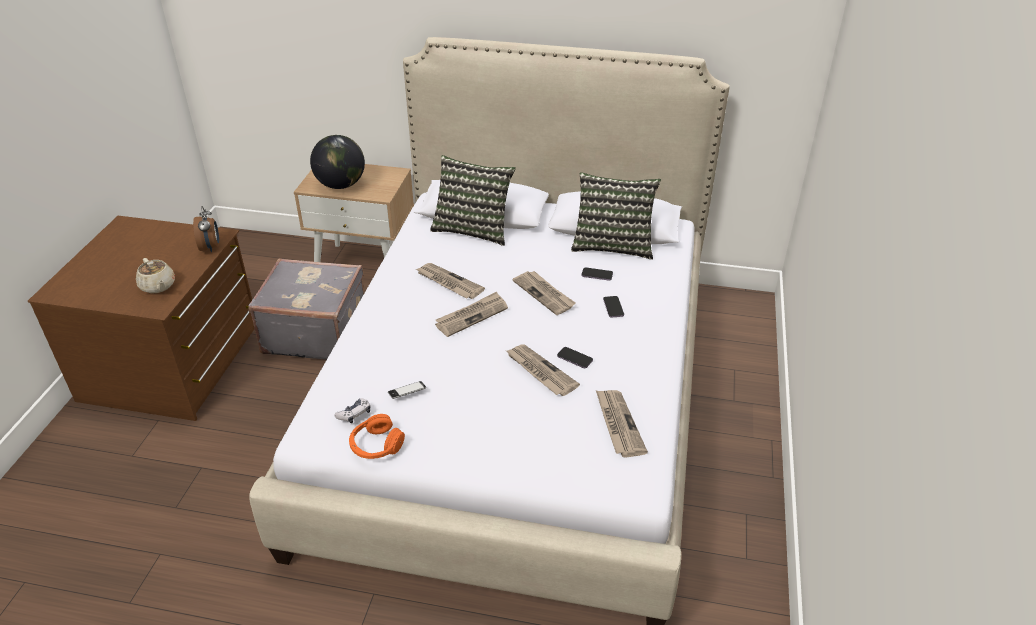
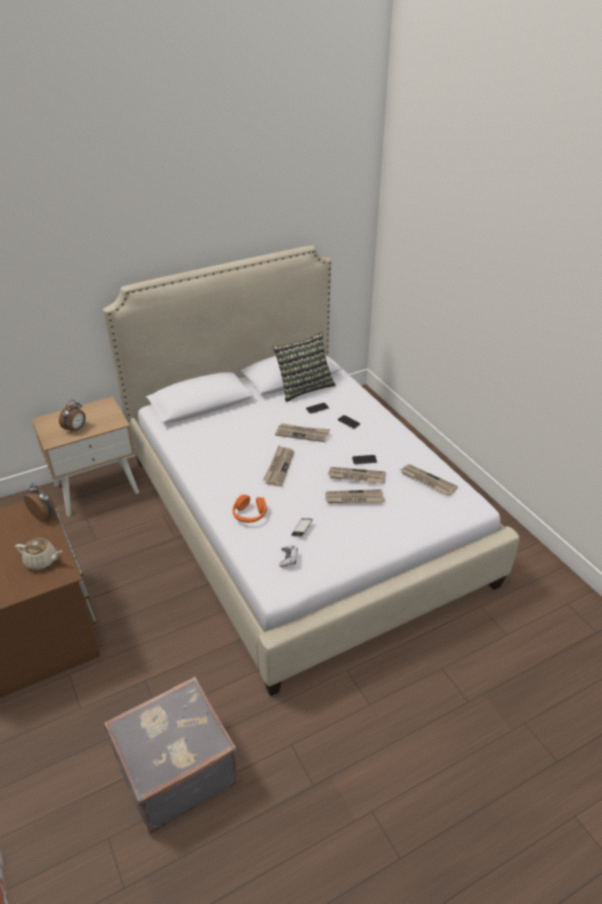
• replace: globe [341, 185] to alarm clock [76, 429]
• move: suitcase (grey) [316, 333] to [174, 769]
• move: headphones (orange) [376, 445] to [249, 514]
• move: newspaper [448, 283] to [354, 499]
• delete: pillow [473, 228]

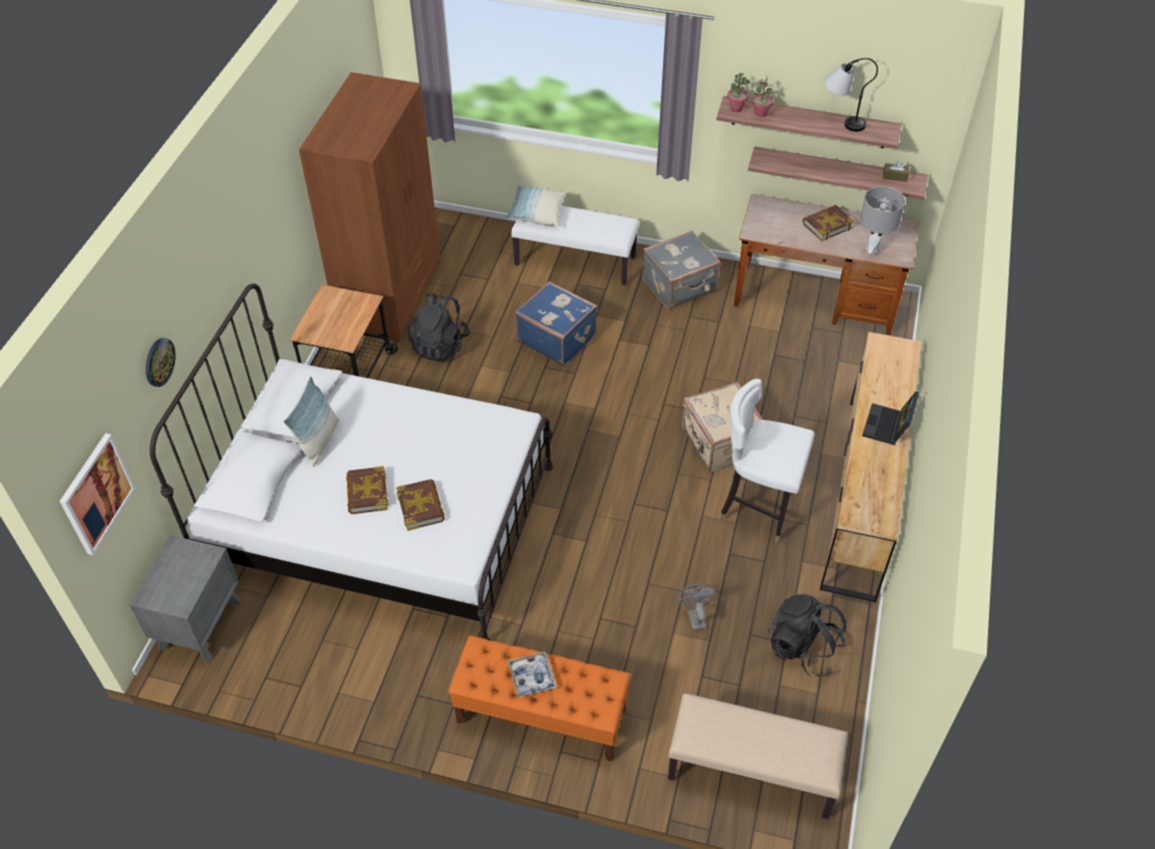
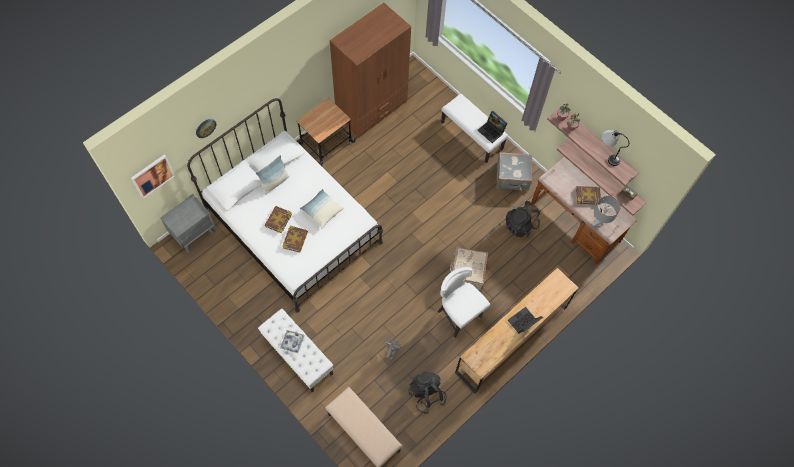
• recolor: bench (orange) [540, 715] to bench (white) [297, 355]
• move: pillow [536, 213] to [322, 211]
• insert: laptop [492, 131]
• move: backpack (black) [440, 345] to [521, 225]
• delete: suitcase (blue) [557, 338]

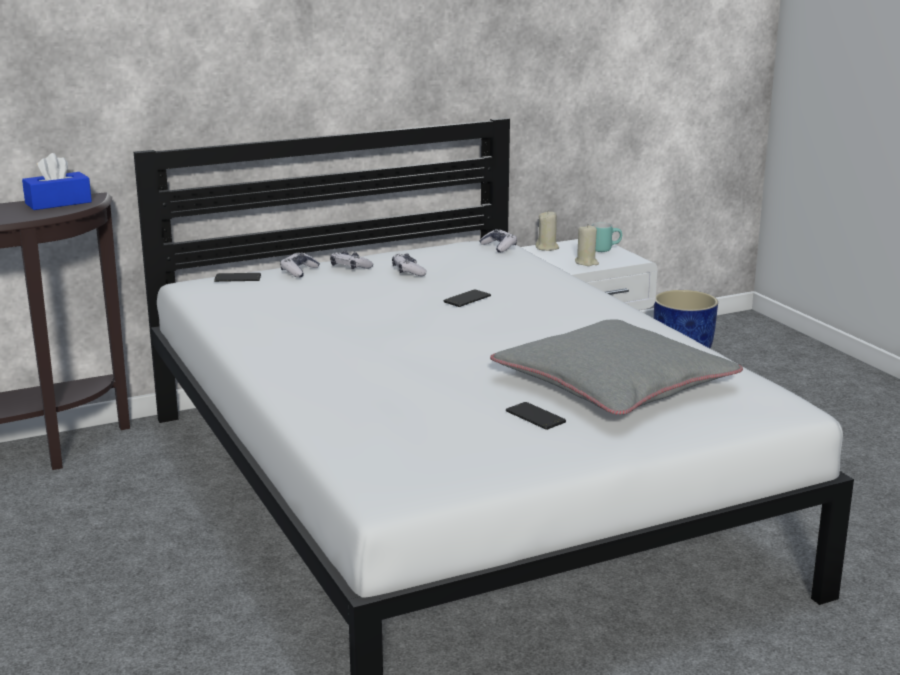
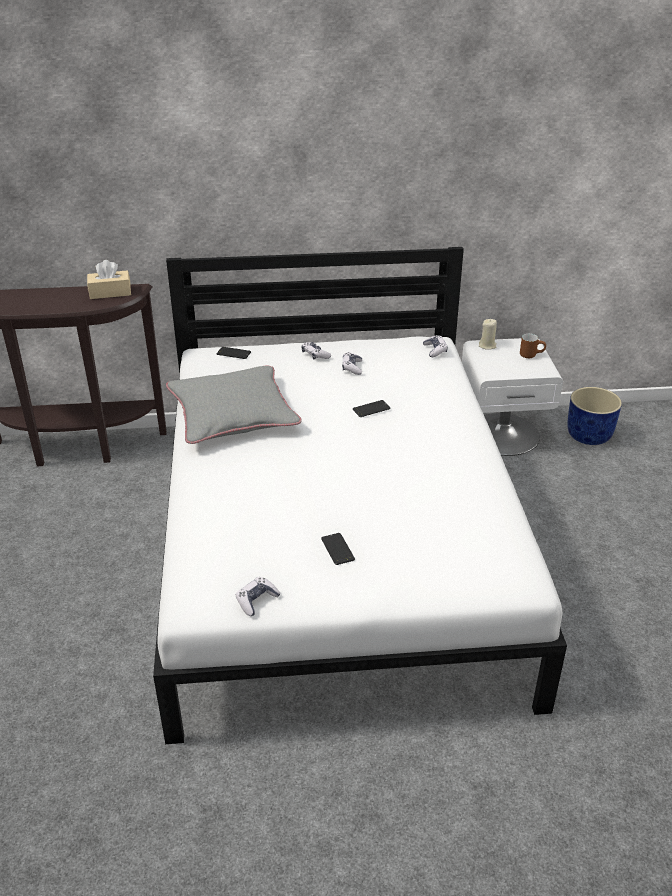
• recolor: tissue box (blue) [58, 203] to tissue box (beige) [110, 292]
• move: pillow (grey) [614, 384] to [232, 414]
• move: game controller [299, 271] to [256, 600]
• recolor: mug (turquoise) [605, 249] to mug (brown) [531, 355]
• delete: candle (beige) [586, 262]

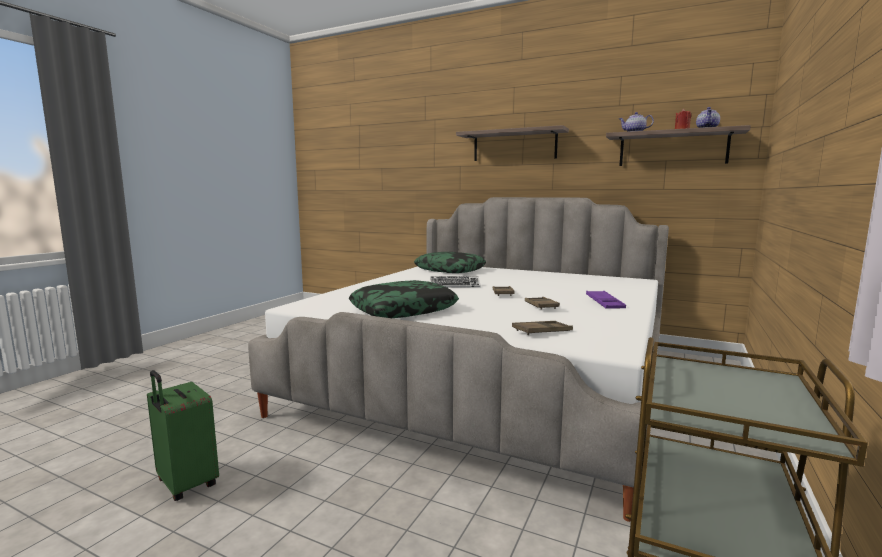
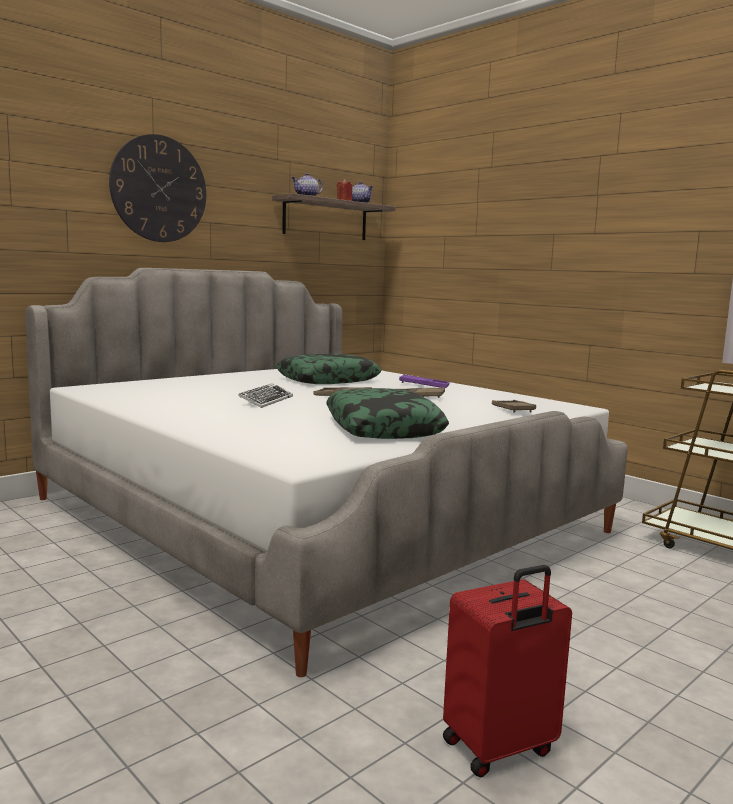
• replace: shelf [514, 145] to wall clock [159, 189]
• move: pillow [450, 270] to [328, 380]
• recolor: suitcase (green) [185, 484] to suitcase (red) [500, 748]

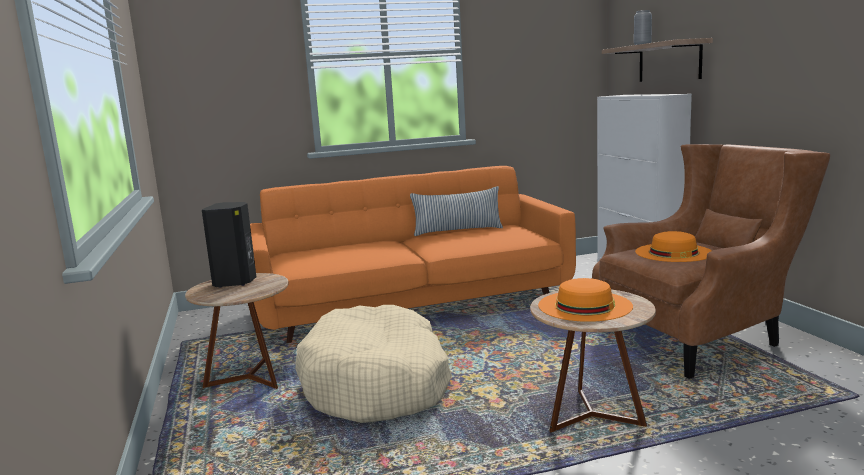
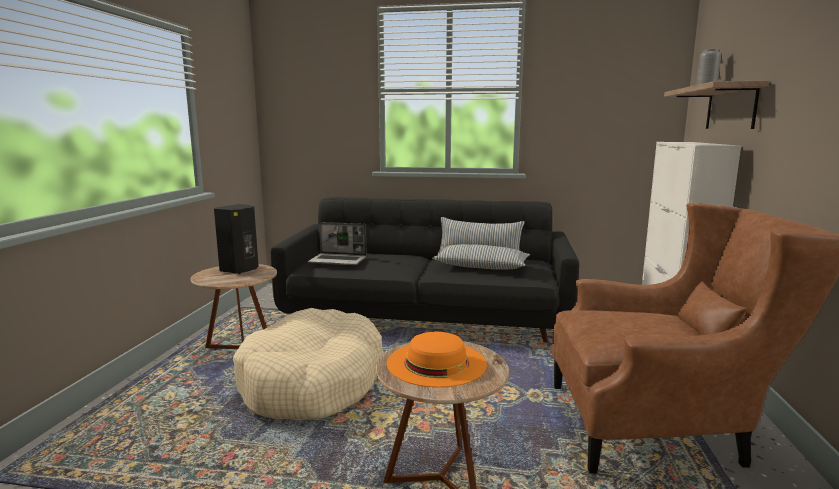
• recolor: sofa (orange) [412, 305] to sofa (black) [426, 316]
• insert: laptop [338, 260]
• insert: pillow [481, 267]
• delete: hat (orange) [673, 252]

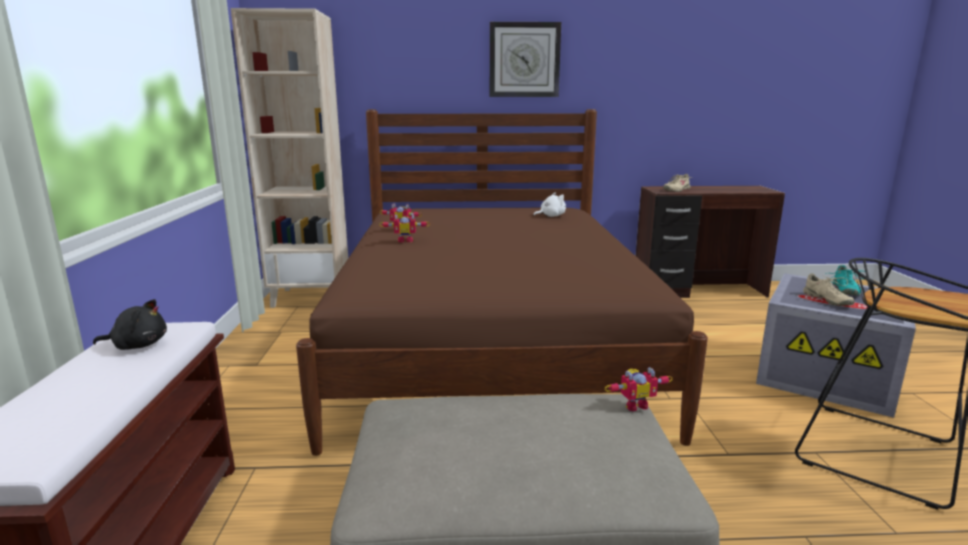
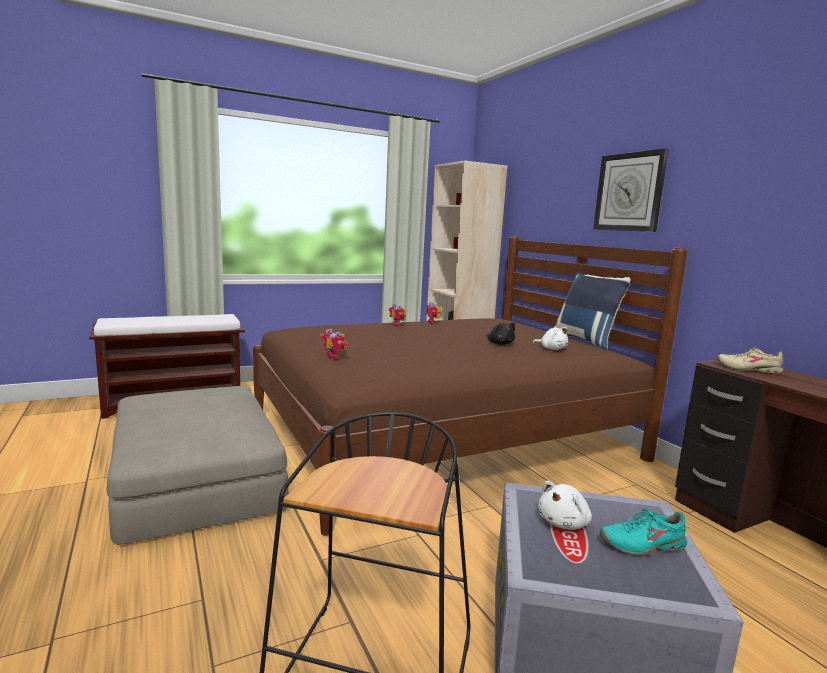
• move: toy robot [634, 405] to [335, 356]
• move: plush toy (black) [138, 345] to [500, 344]
• replace: shoe (beige) [826, 300] to plush toy (white) [564, 523]
• insert: pillow (blue) [586, 340]

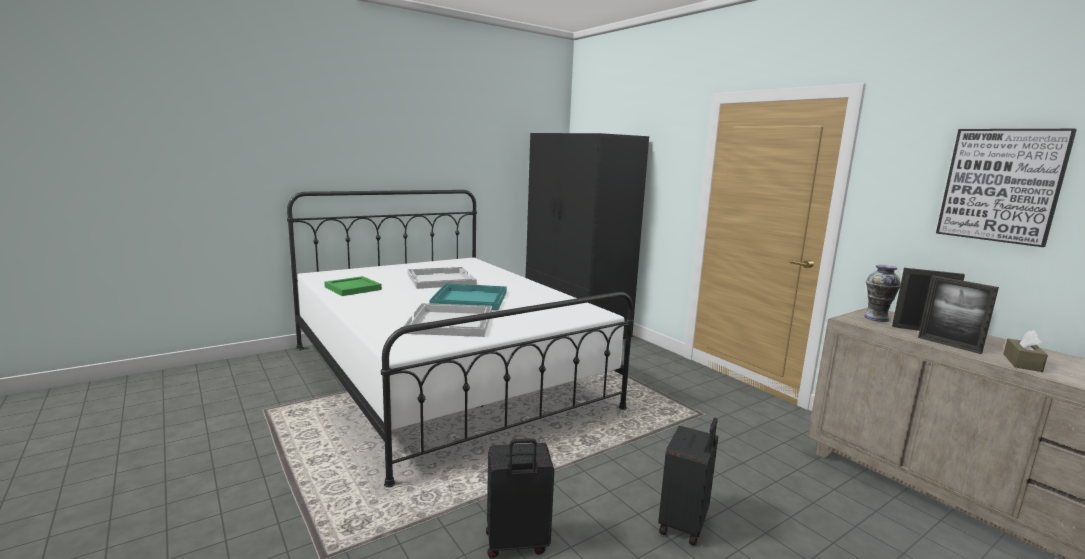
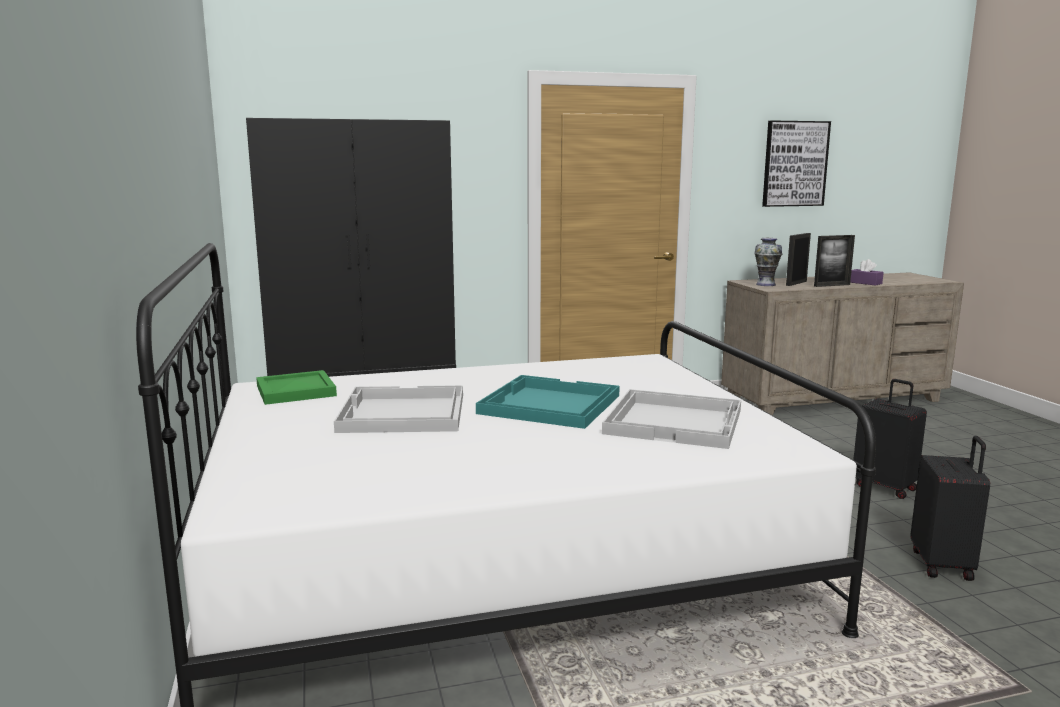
• move: tray (green) [354, 288] to [297, 390]
• recolor: tissue box (brown) [1022, 363] to tissue box (purple) [865, 283]

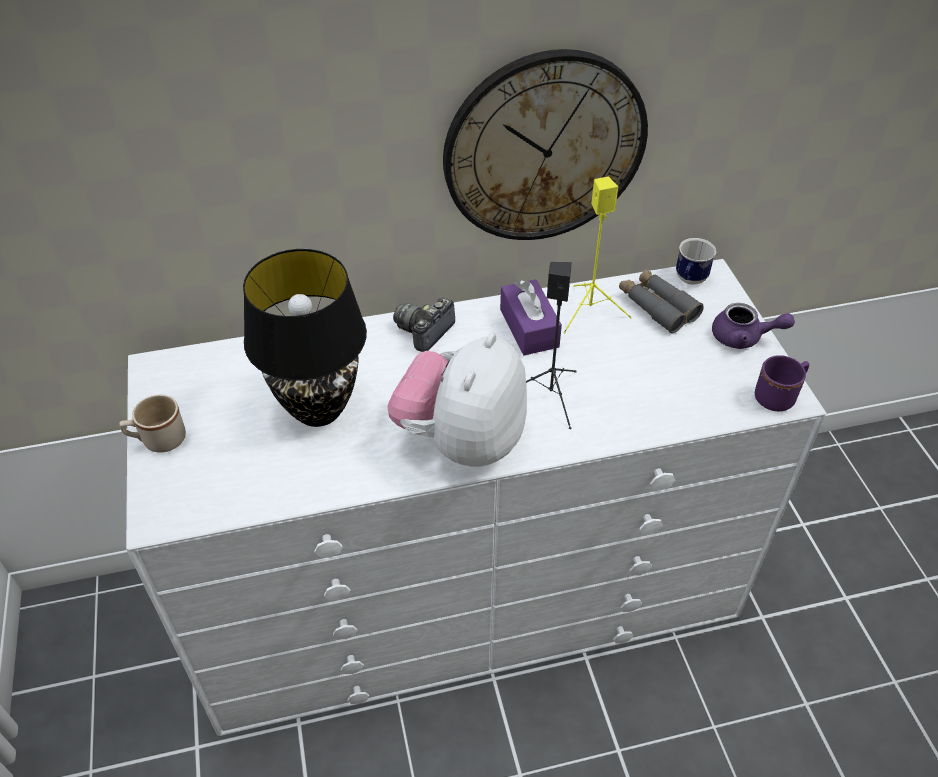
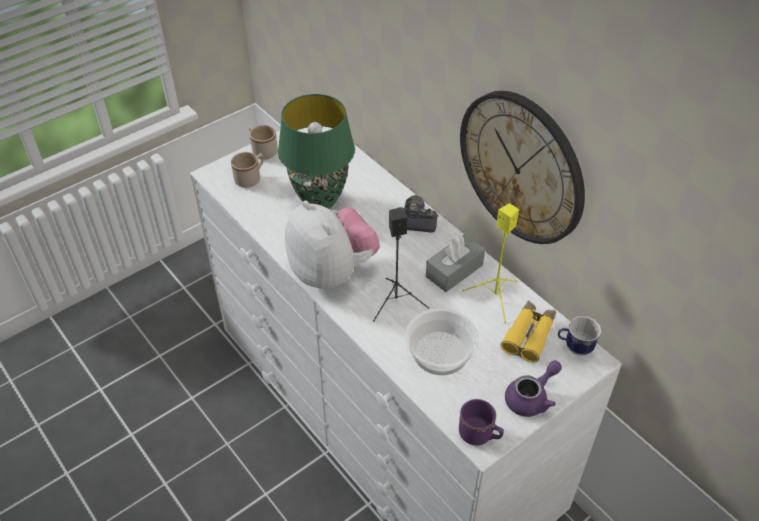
• insert: mug (beige) [250, 178]
• recolor: table lamp (black) [318, 408] to table lamp (green) [320, 200]
• rotate: plush toy [462, 441] = [332, 272] 60 degrees clockwise
• insert: bowl [441, 352]
• recolor: tissue box (purple) [529, 328] to tissue box (grey) [454, 271]
• recolor: binoculars (grey) [657, 306] to binoculars (yellow) [529, 335]
• rotate: teapot (purple) [743, 338] = [531, 398] 120 degrees counterclockwise

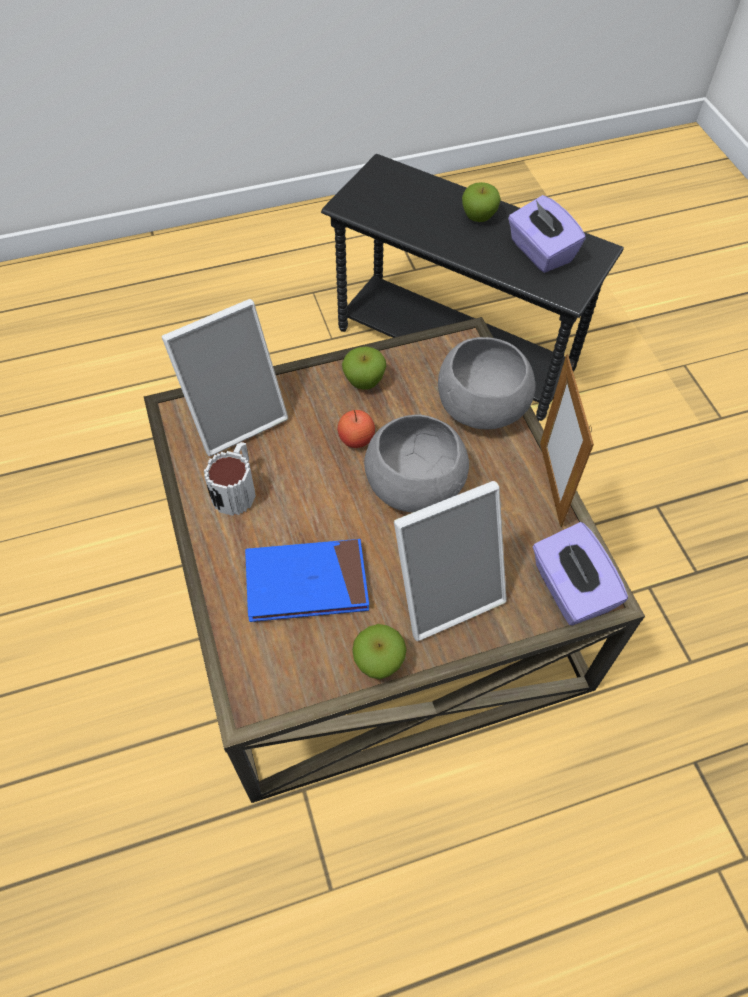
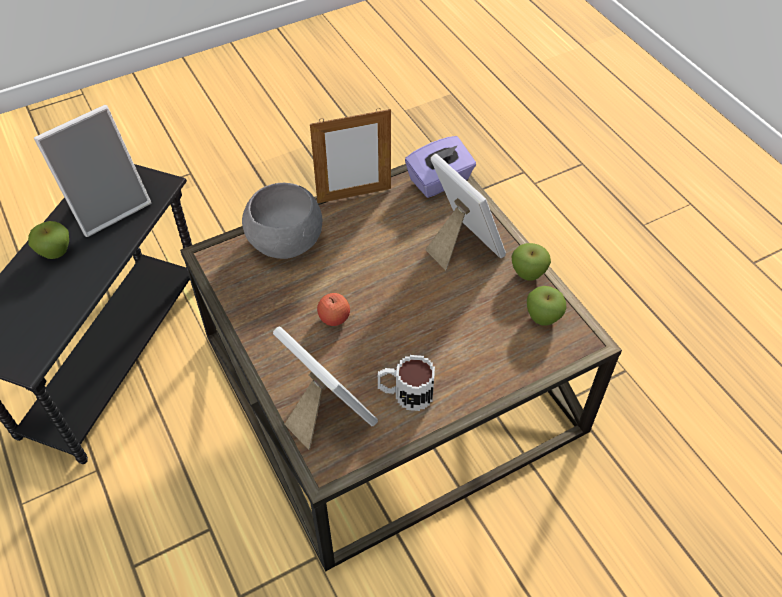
• replace: tissue box (purple) [540, 252] to picture frame [108, 206]
• move: apple [364, 382] to [543, 317]
• delete: book (blue) [306, 583]
• delete: bowl (grey) [415, 483]

